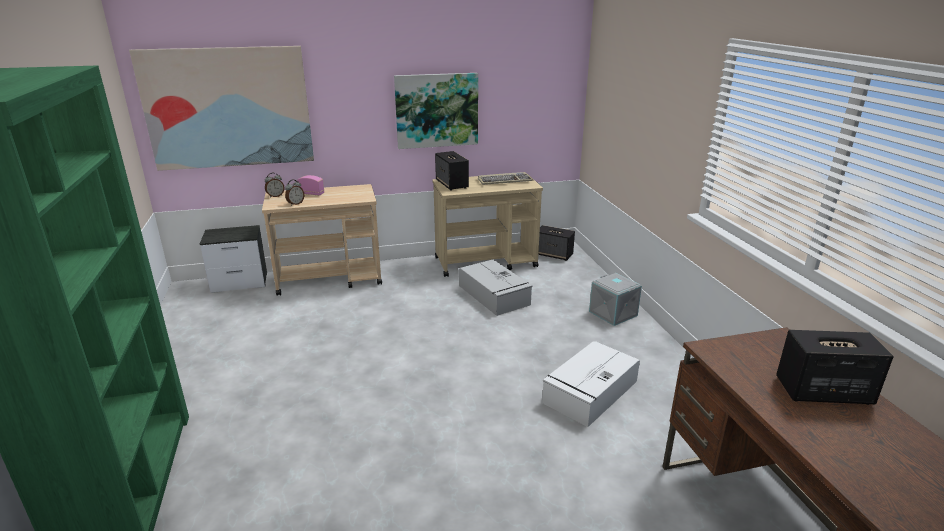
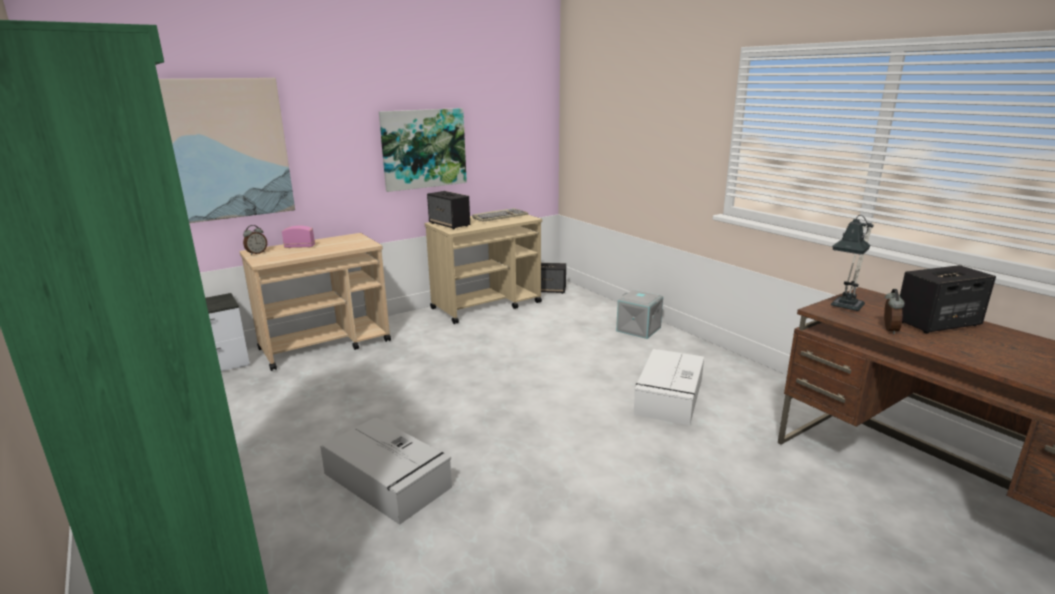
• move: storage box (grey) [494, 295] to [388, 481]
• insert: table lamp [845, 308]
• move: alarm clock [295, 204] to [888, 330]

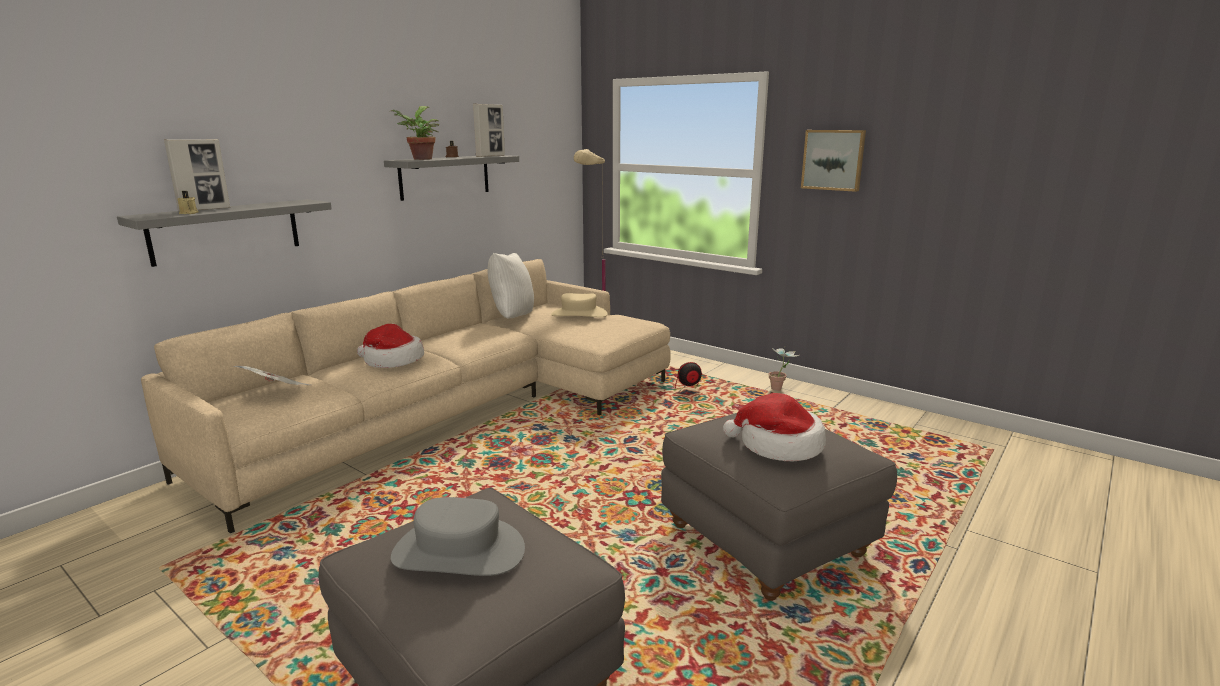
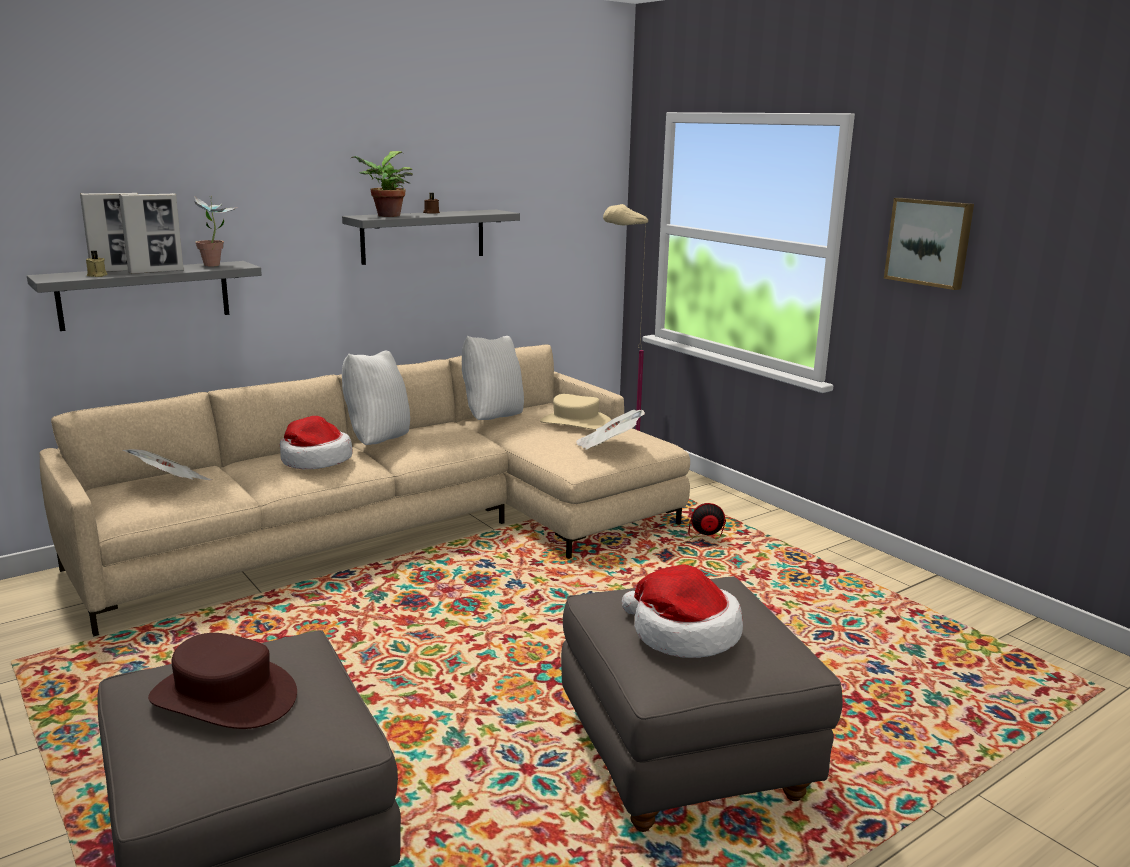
• move: picture frame [490, 156] to [156, 272]
• recolor: hat (grey) [459, 551] to hat (brown) [224, 696]
• move: potted plant [780, 389] to [216, 265]
• insert: pillow (white) [377, 441]
• insert: newspaper [608, 446]

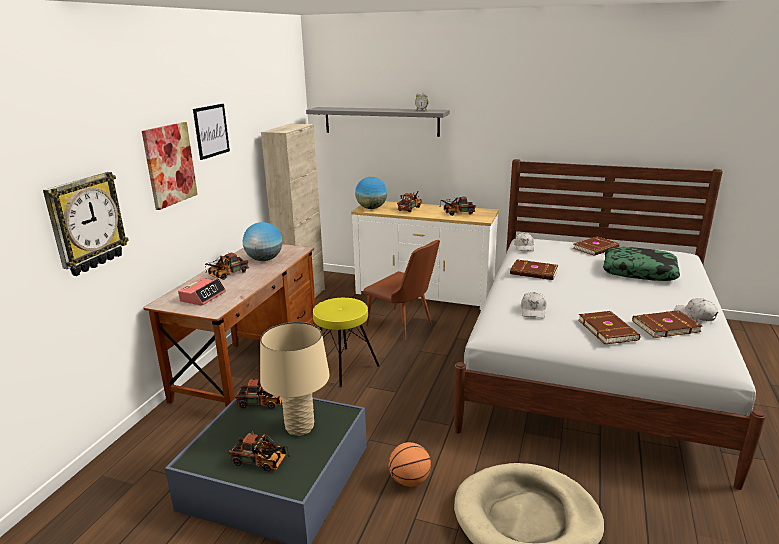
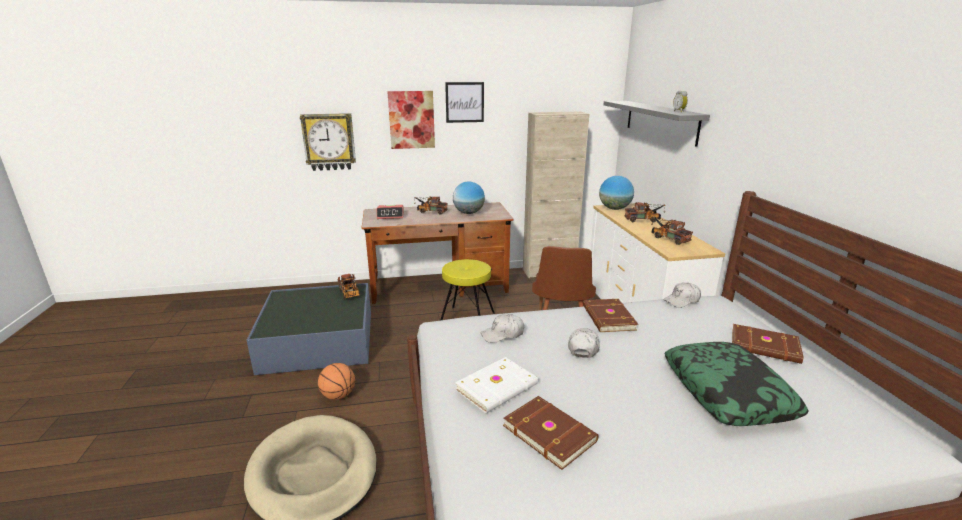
• recolor: book (brown) [608, 329] to book (white) [498, 387]
• move: cap (white) [695, 315] to [583, 347]
• delete: toy truck [262, 462]
• delete: table lamp (beige) [300, 427]

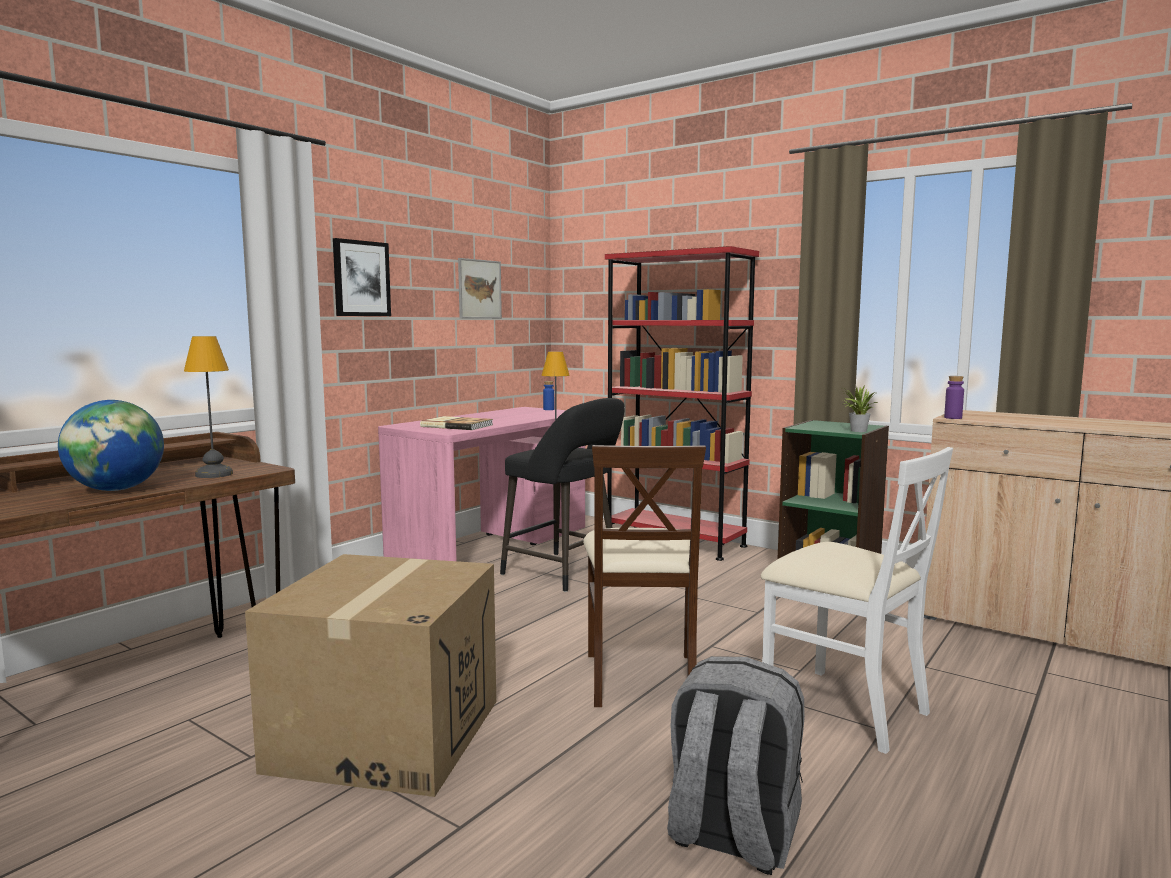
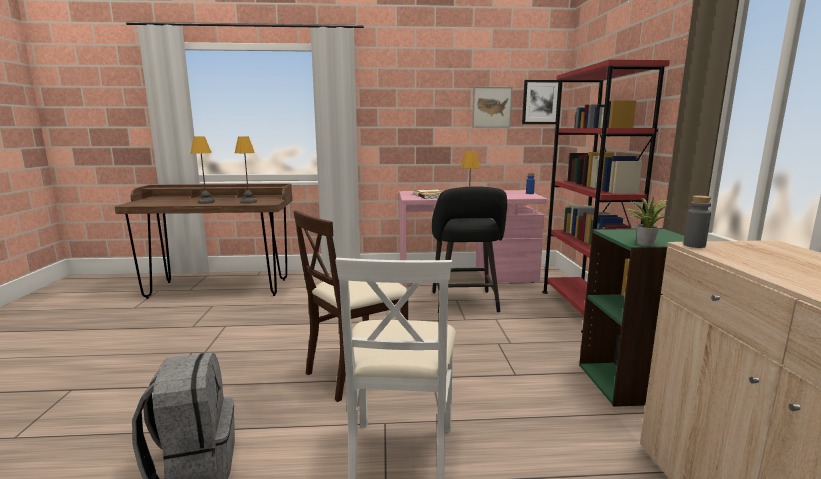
• replace: globe [116, 490] to table lamp [206, 202]
• move: picture [361, 278] to [540, 102]
• recolor: bottle (purple) [953, 418] to bottle (grey) [694, 245]
• delete: cardboard box [386, 734]

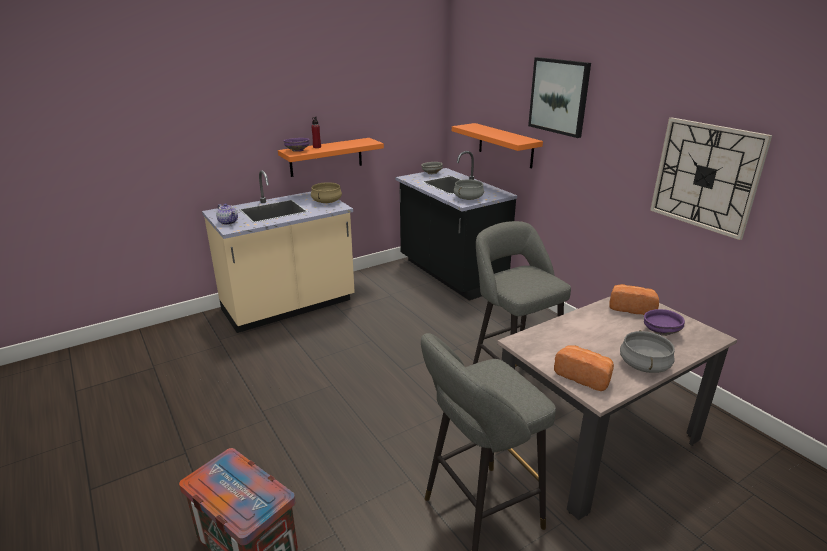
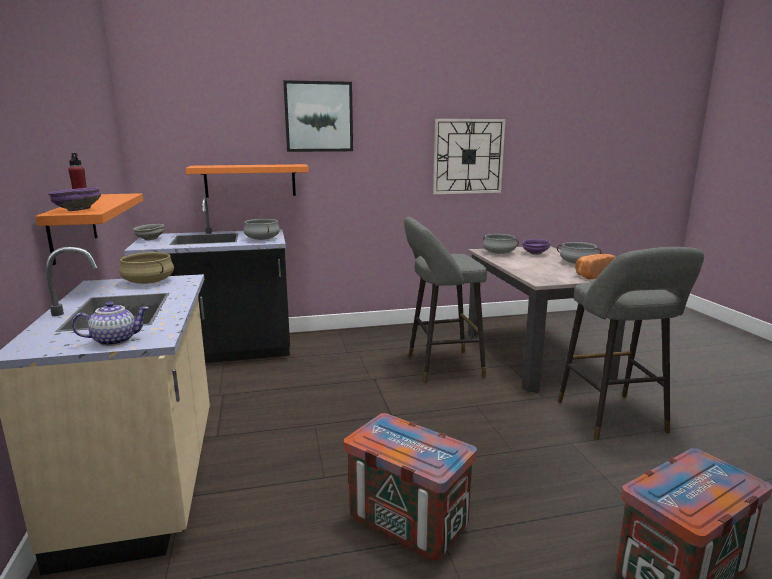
• insert: crate [407, 522]
• replace: bread [631, 308] to cooking pot (grey) [499, 253]

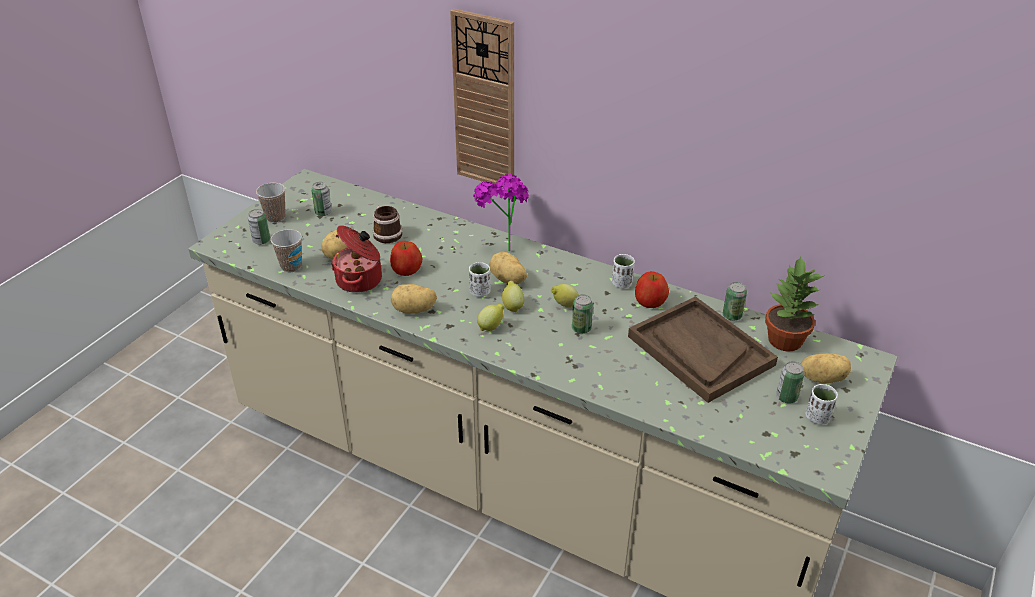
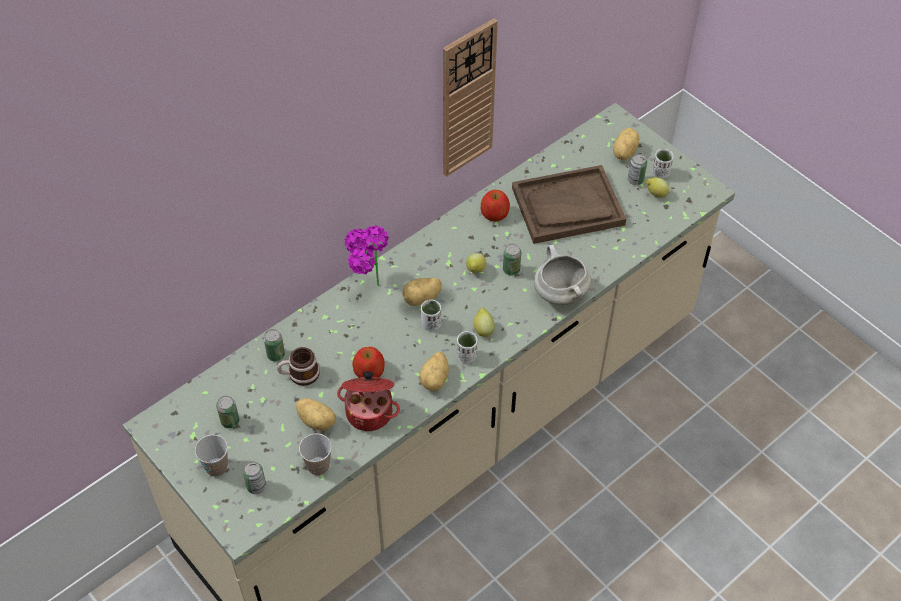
• move: can [732, 316] to [276, 355]
• move: wall clock [485, 102] to [467, 99]
• move: cup (white) [621, 284] to [466, 356]
• insert: cooking pot (white) [559, 293]
• move: lemon [512, 306] to [655, 194]
• delete: potted plant [784, 341]

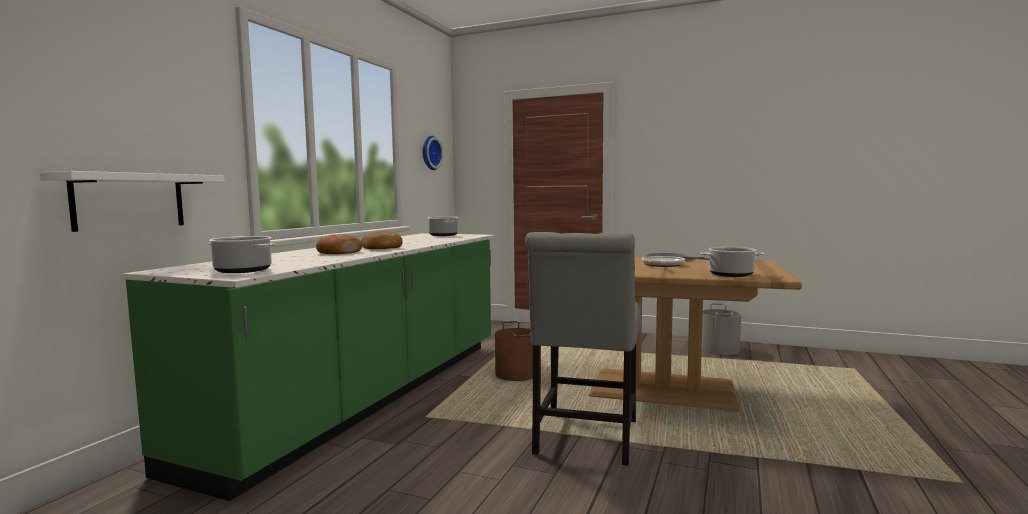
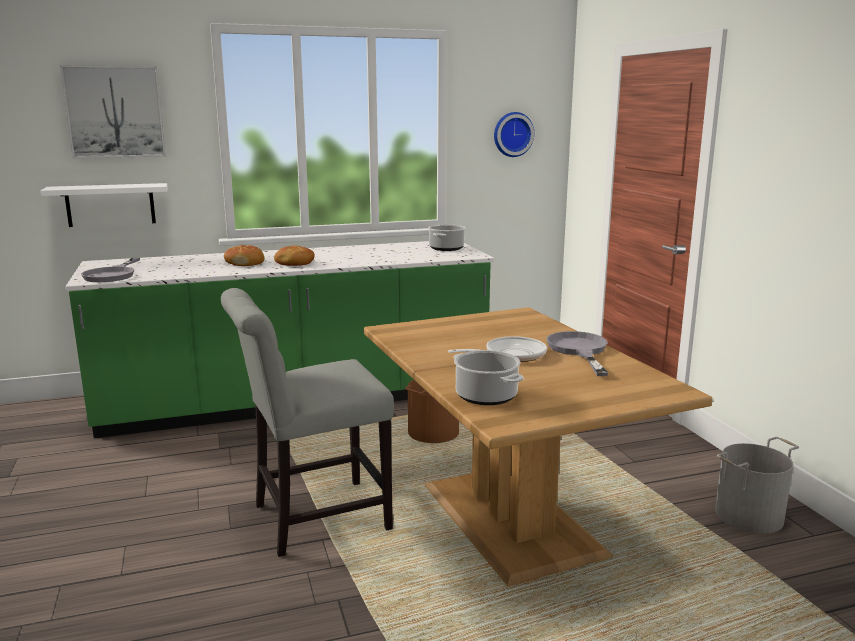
• insert: picture [115, 112]
• replace: cooking pot [244, 270] to frying pan (grey) [113, 274]

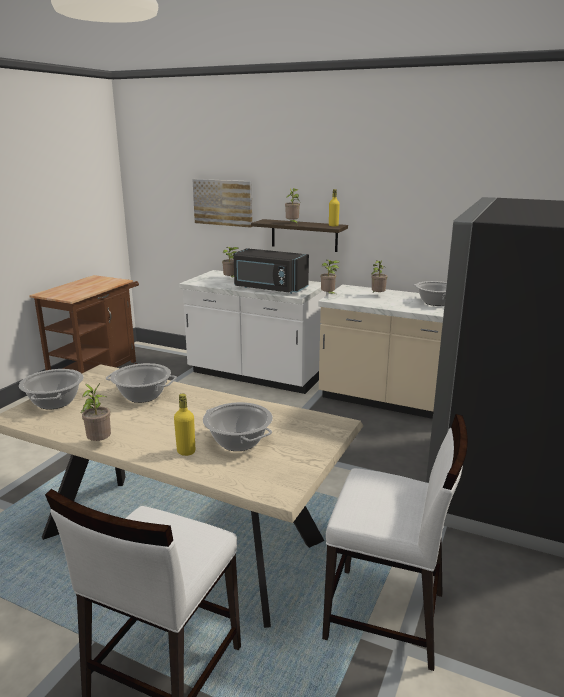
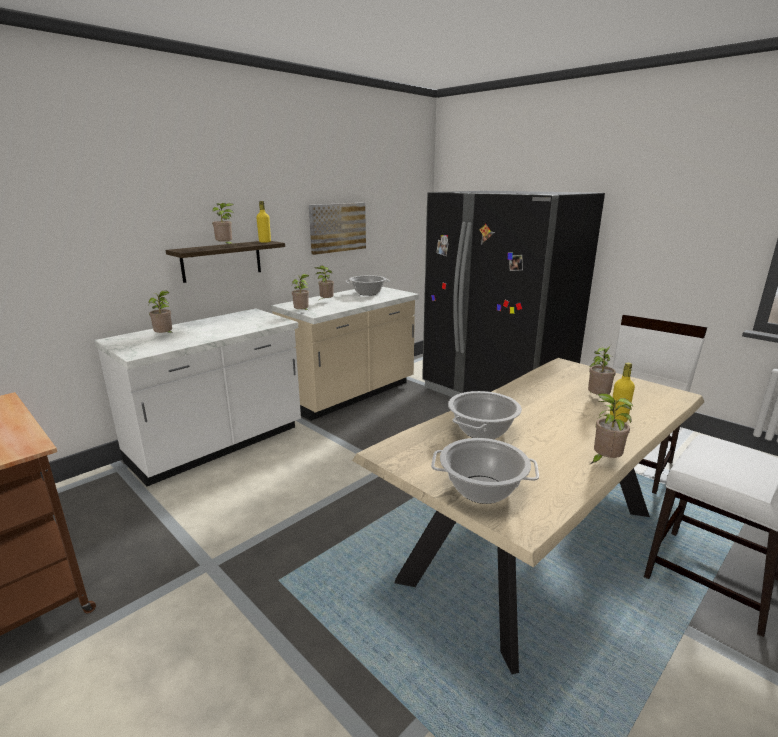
• move: picture [223, 202] to [337, 227]
• replace: cooking pot [238, 442] to potted plant [597, 398]
• delete: microwave (black) [269, 288]

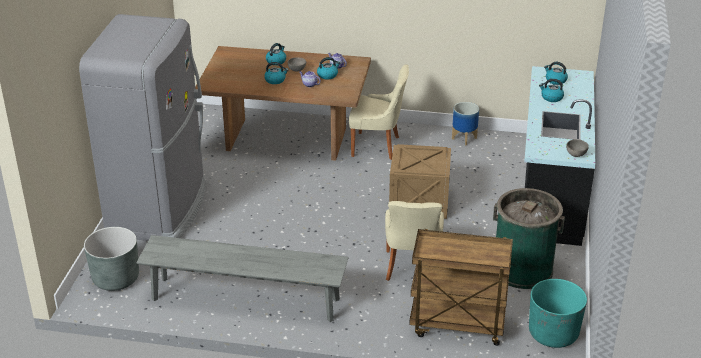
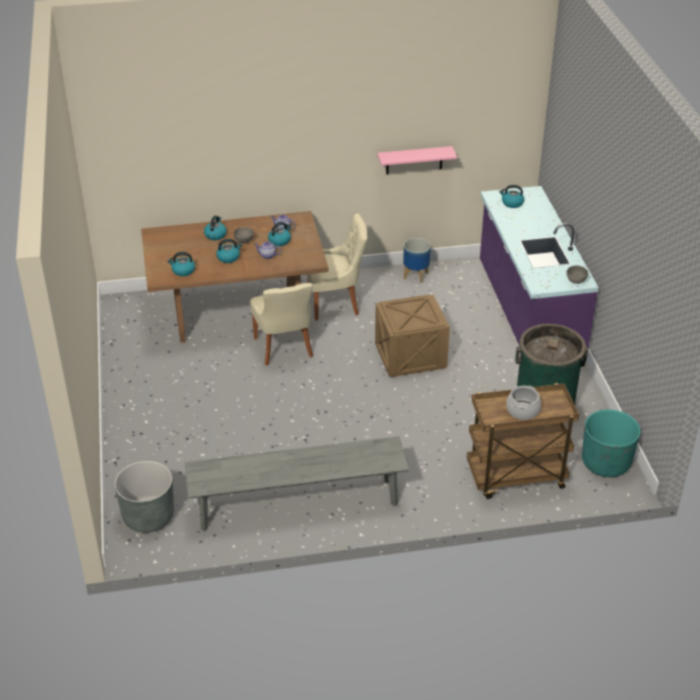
• move: kettle [551, 98] to [183, 271]
• move: chair (beige) [412, 268] to [284, 349]
• insert: shelf (pink) [414, 160]
• recolor: counter (black) [551, 190] to counter (purple) [527, 314]
• insert: cooking pot [523, 410]
• delete: fridge (grey) [159, 209]

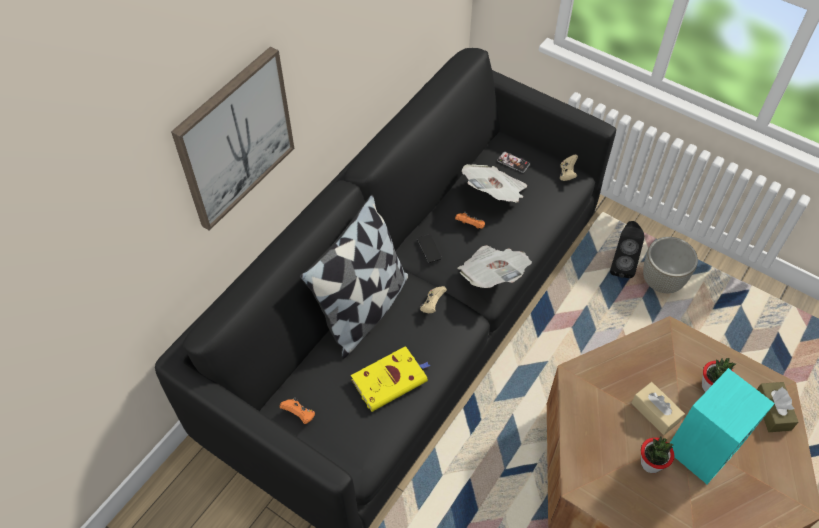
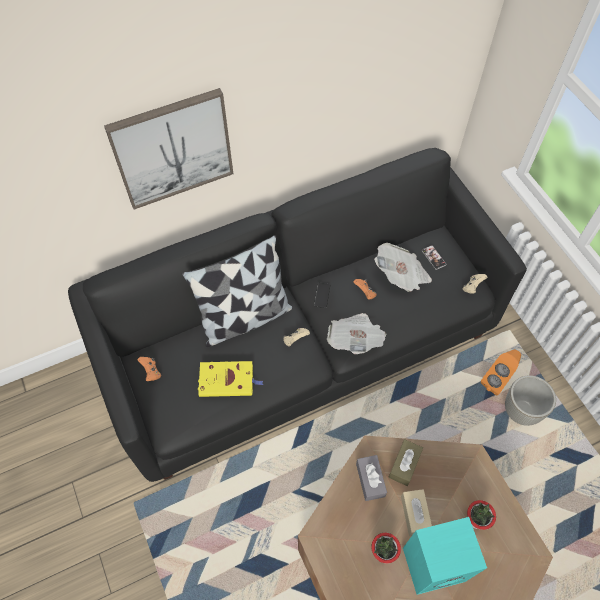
• insert: tissue box (grey) [370, 480]
• move: tissue box (brown) [772, 411] to [404, 465]
• recolor: speaker (black) [621, 265] to speaker (orange) [496, 380]

